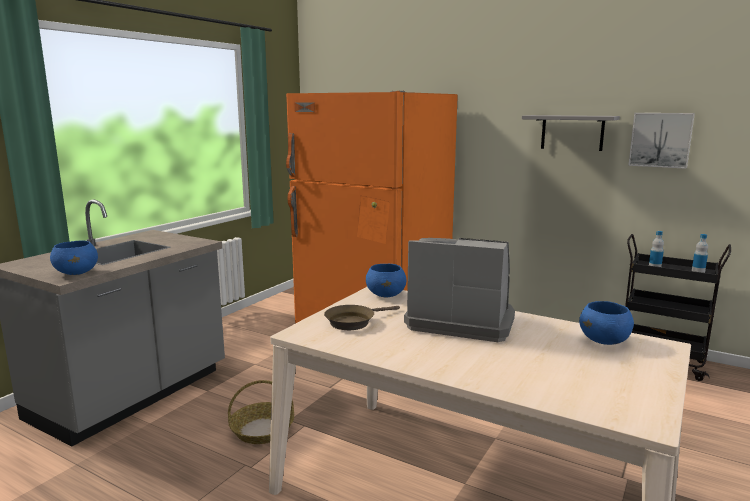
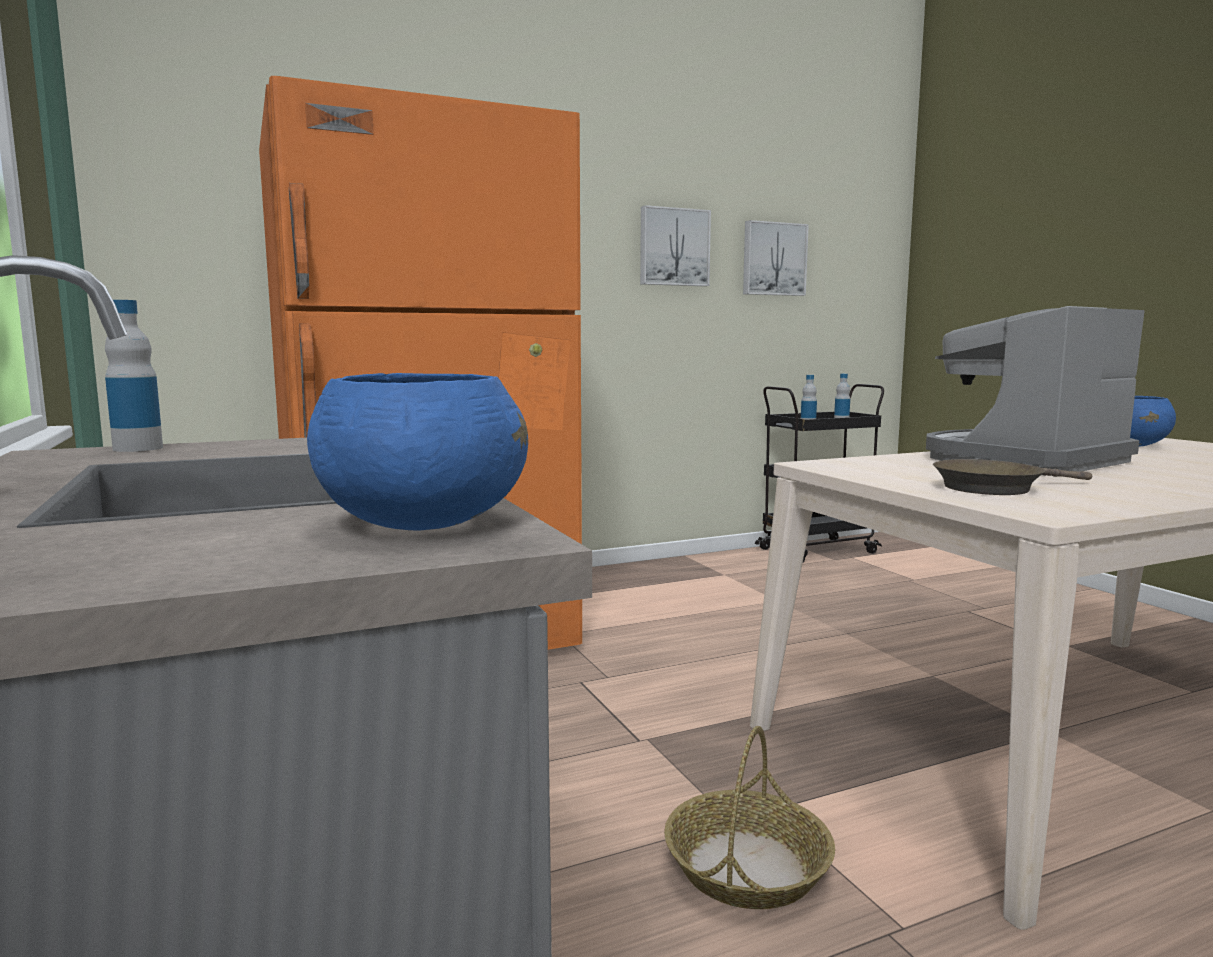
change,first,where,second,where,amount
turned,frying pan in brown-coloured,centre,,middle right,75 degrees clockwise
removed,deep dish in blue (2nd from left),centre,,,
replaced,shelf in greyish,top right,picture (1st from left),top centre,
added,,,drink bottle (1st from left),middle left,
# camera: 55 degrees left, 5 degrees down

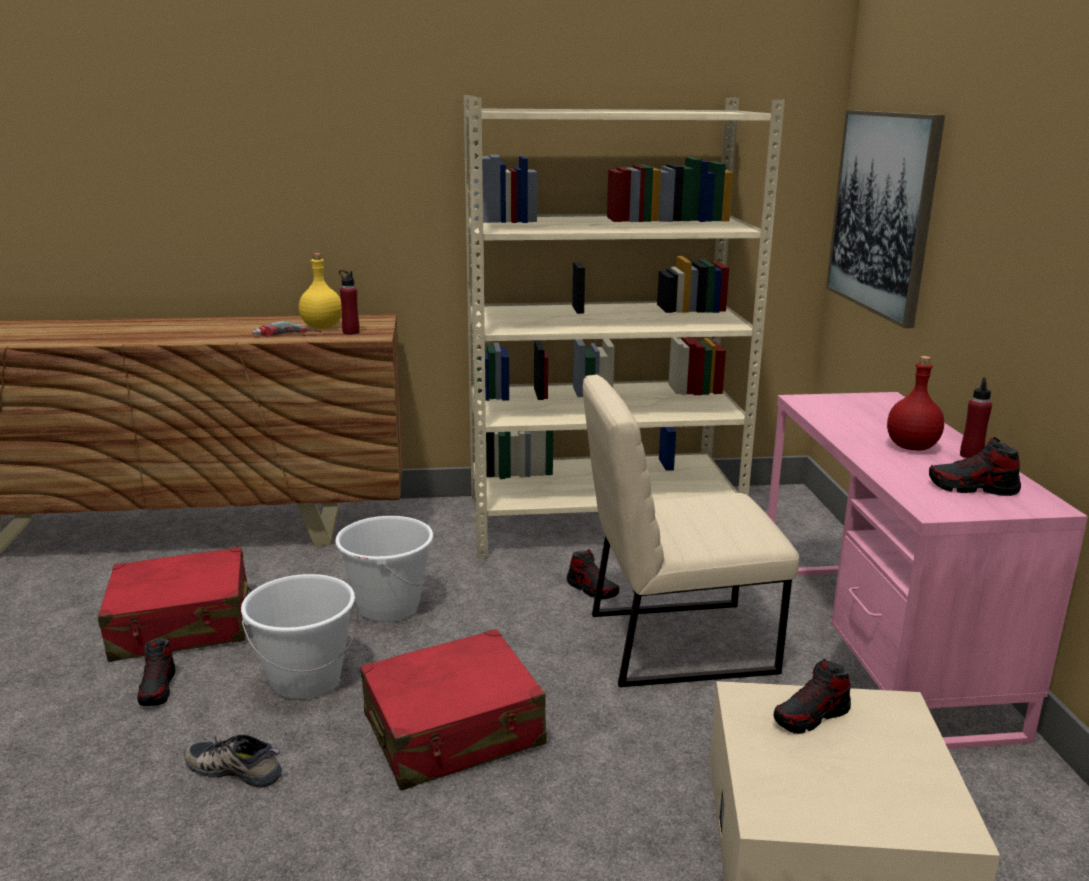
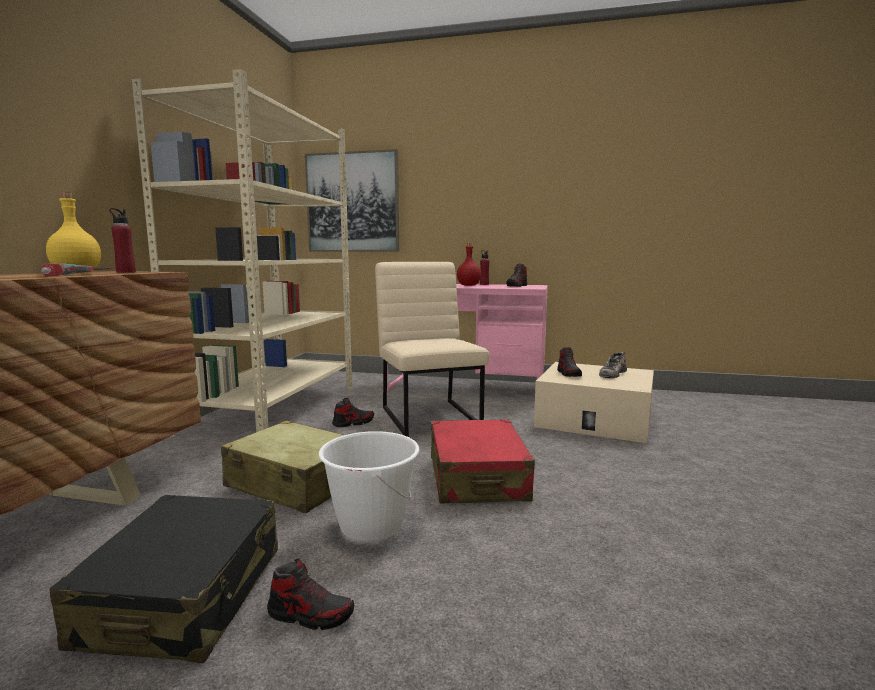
change,first,where,second,where,amount
recoloured,piece of luggage in red-coloured (1st from left),bottom left,piece of luggage in black-coloured,bottom left,
moved,low shoe (2nd from left in the first image),bottom left,low shoe (5th from left),middle right,
replaced,water bucket in whitish (2nd from left),centre,piece of luggage in sand-coloured,bottom left,
turned,plain chair in sand-coloured,centre,,centre,150 degrees clockwise
# camera: 70 degrees left, 10 degrees down

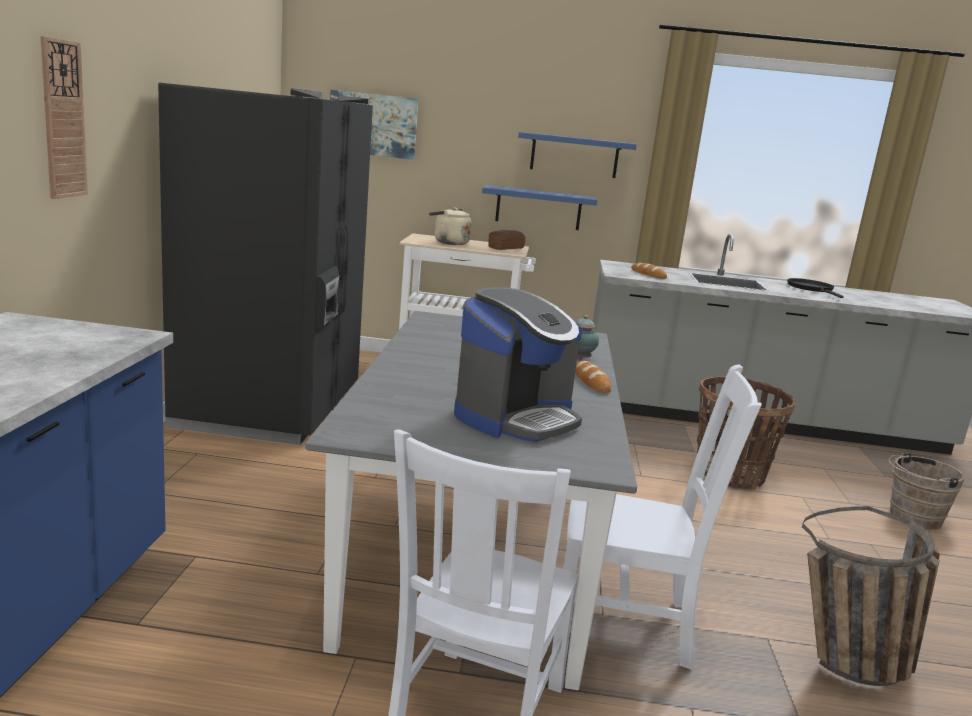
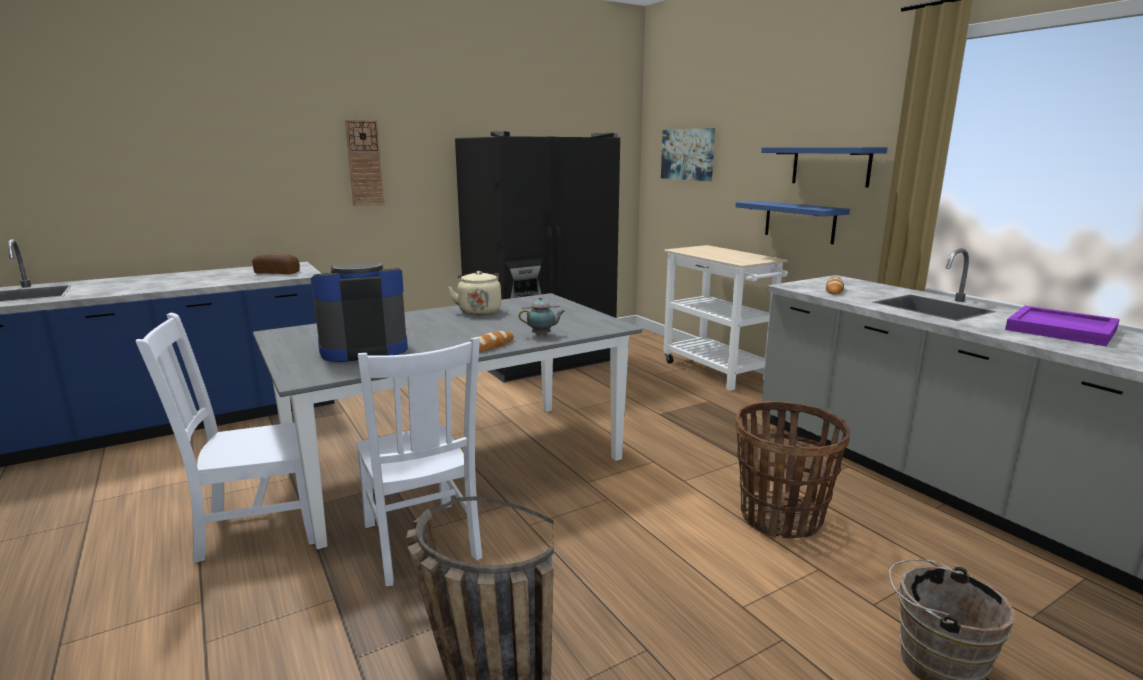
change,first,where,second,where,amount
moved,tea kettle in sand-coloured,top centre,,centre,
turned,coffee brewer,centre,,middle left,150 degrees clockwise
moved,bakery bread (1st from left),centre,,middle left,
replaced,frying pan in black-coloured,middle right,carrying tray in purple-coloured,middle right,
# camera: 55 degrees right, 0 degrees up

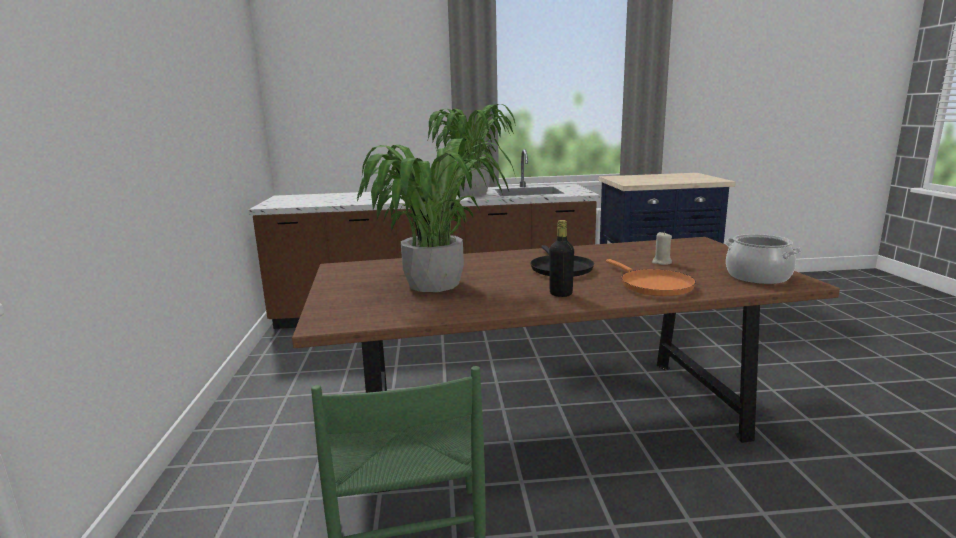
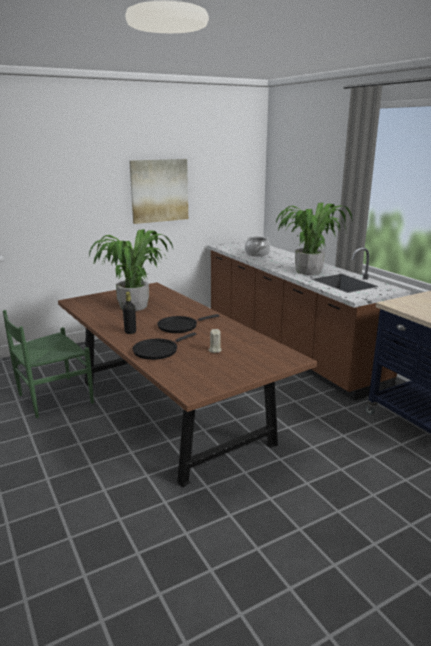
change,first,where,second,where,amount
recoloured,frying pan in orange,middle right,frying pan in black-coloured (1st from left),centre,
moved,saucepot,middle right,,centre,
added,,,picture,top centre,
# camera: 65 degrees right, 5 degrees up

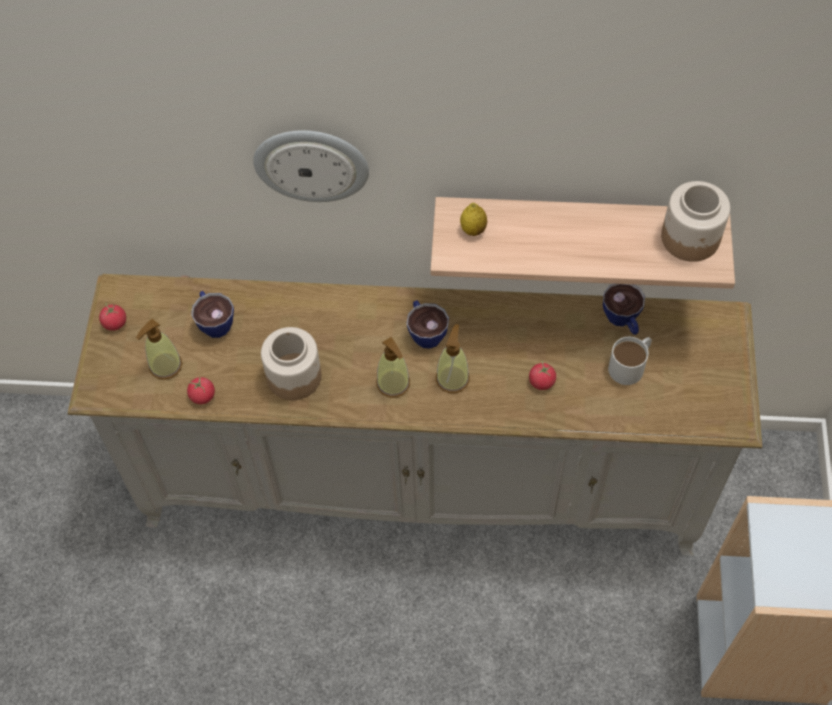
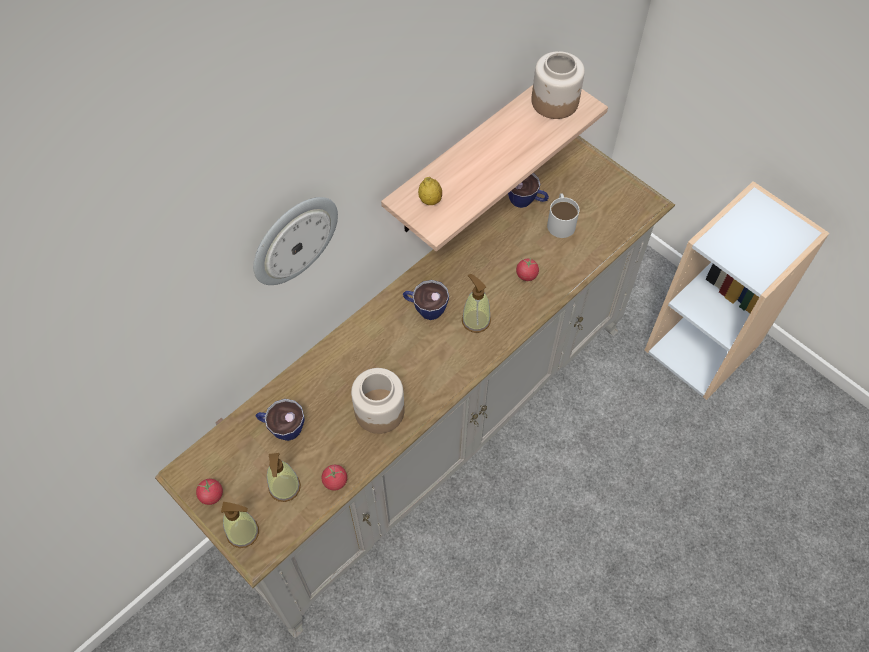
change,first,where,second,where,amount
moved,soap bottle (2nd from left in the first image),centre,soap bottle (1st from left),bottom left,
# camera: 50 degrees left, 0 degrees up

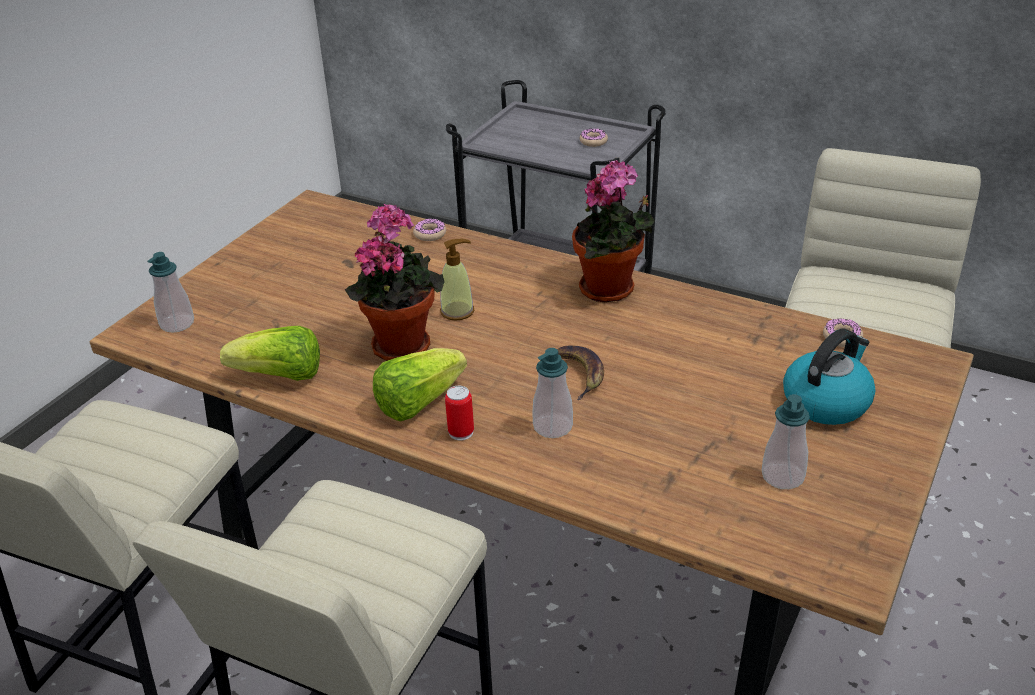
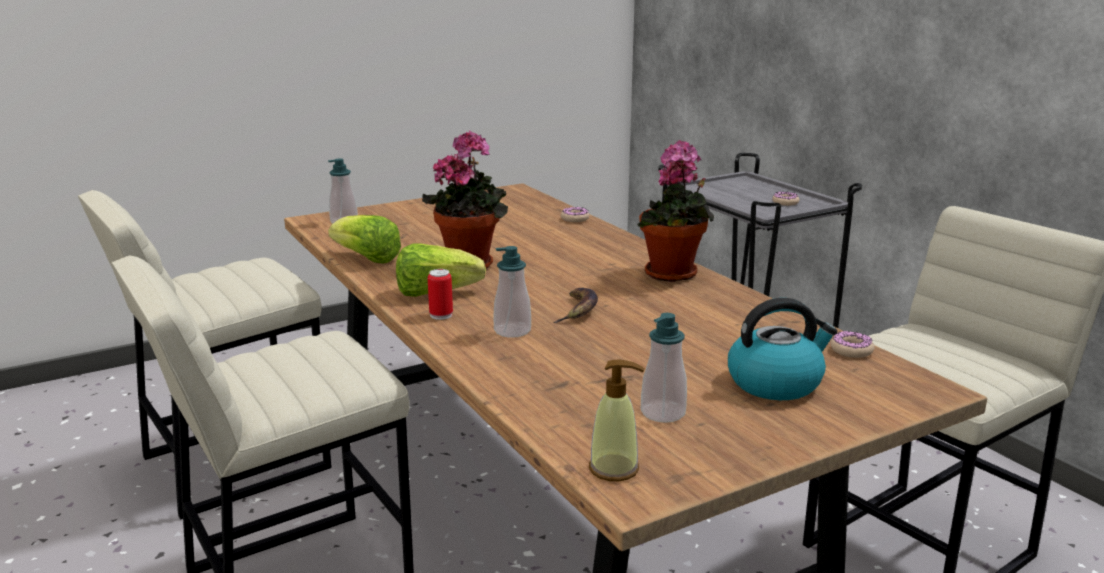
change,first,where,second,where,amount
moved,soap bottle (2nd from left in the first image),centre,soap bottle (3rd from left),bottom centre,
# camera: 30 degrees right, 15 degrees down

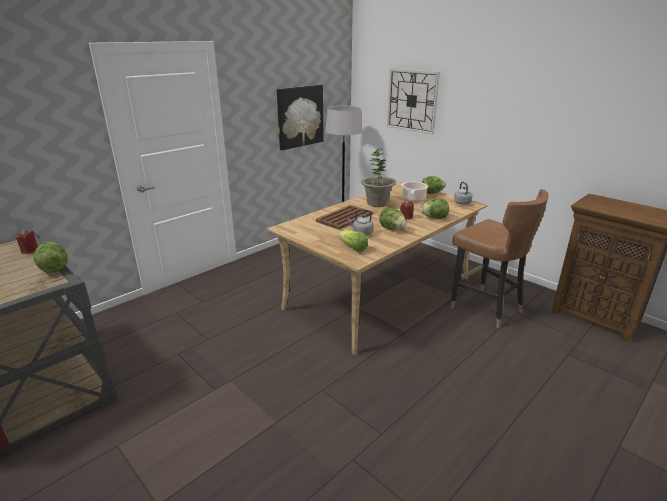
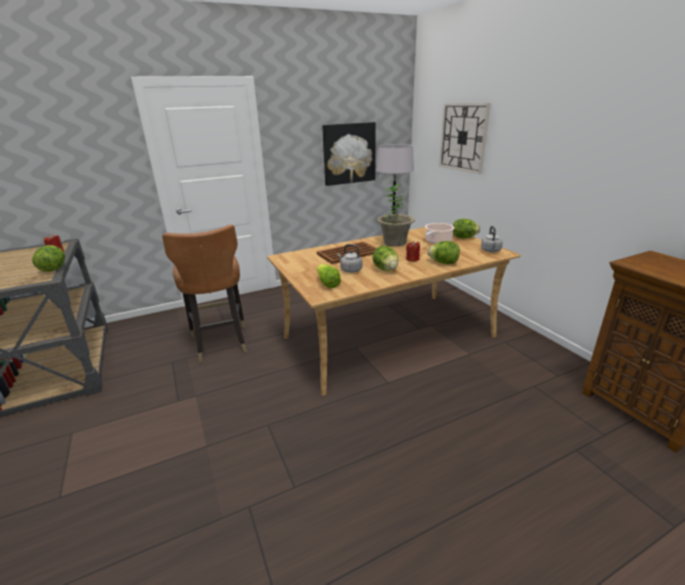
change,first,where,second,where,amount
moved,plain chair in brown-coloured,middle right,,middle left,
# camera: 20 degrees right, 0 degrees up

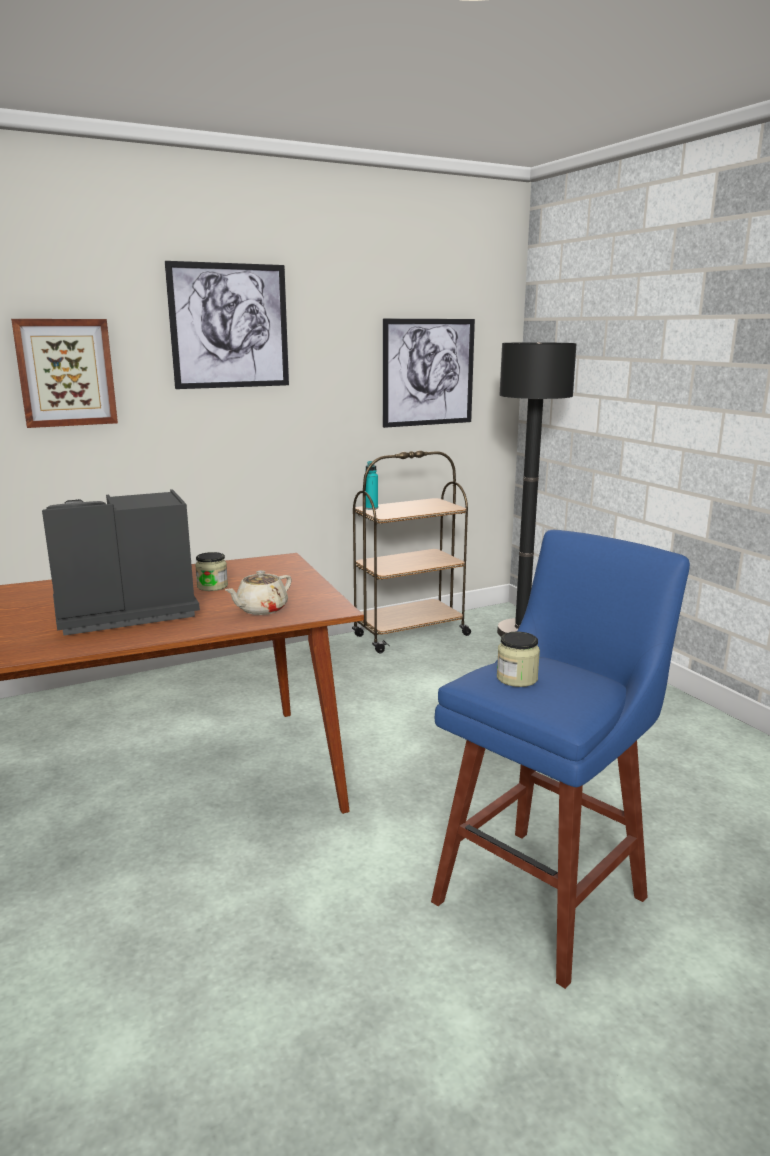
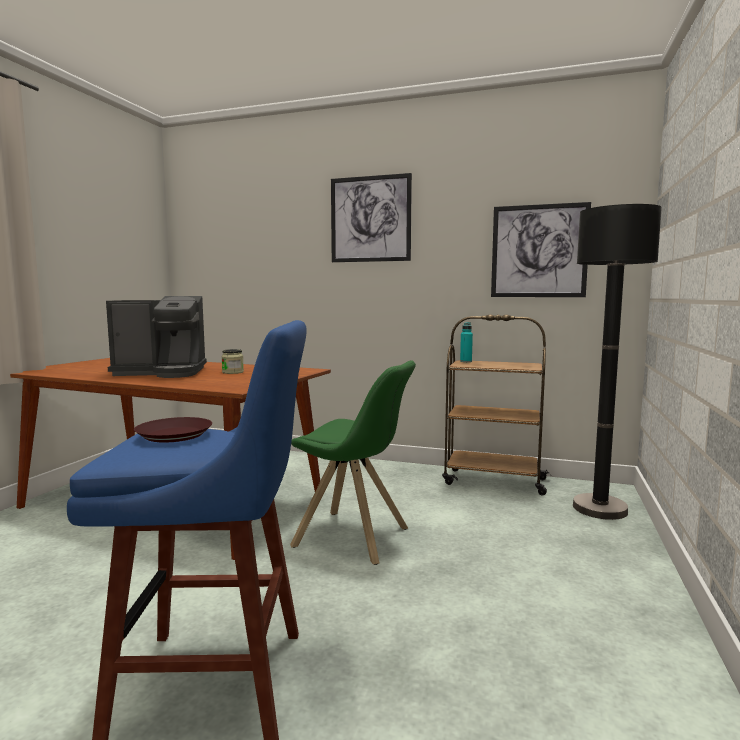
change,first,where,second,where,amount
removed,picture (1st from left),top left,,,
turned,coffee brewer,middle left,,middle left,150 degrees clockwise
removed,teapot in sand-coloured,centre,,,
replaced,preserve jar (2nd from left),middle right,dinner plate in brown-coloured,middle left,
added,,,plain chair in green-coloured,centre,
# camera: 45 degrees right, 10 degrees down

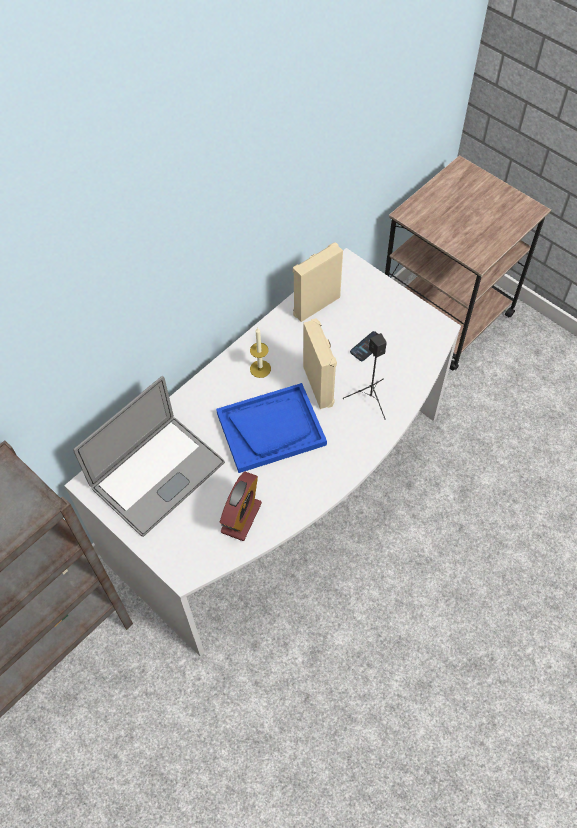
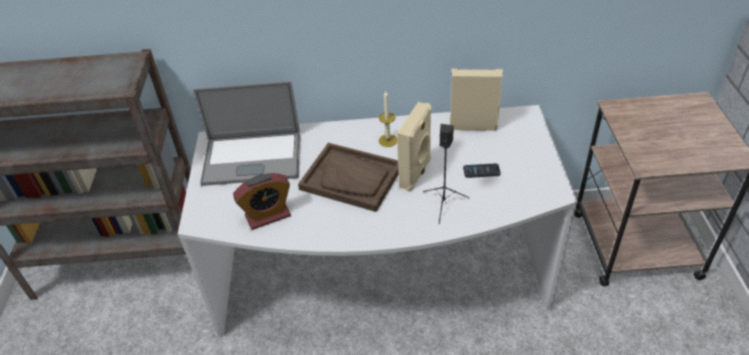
change,first,where,second,where,amount
recoloured,carrying tray in blue,centre,carrying tray in brown-coloured,centre,
# camera: 45 degrees right, 15 degrees down

